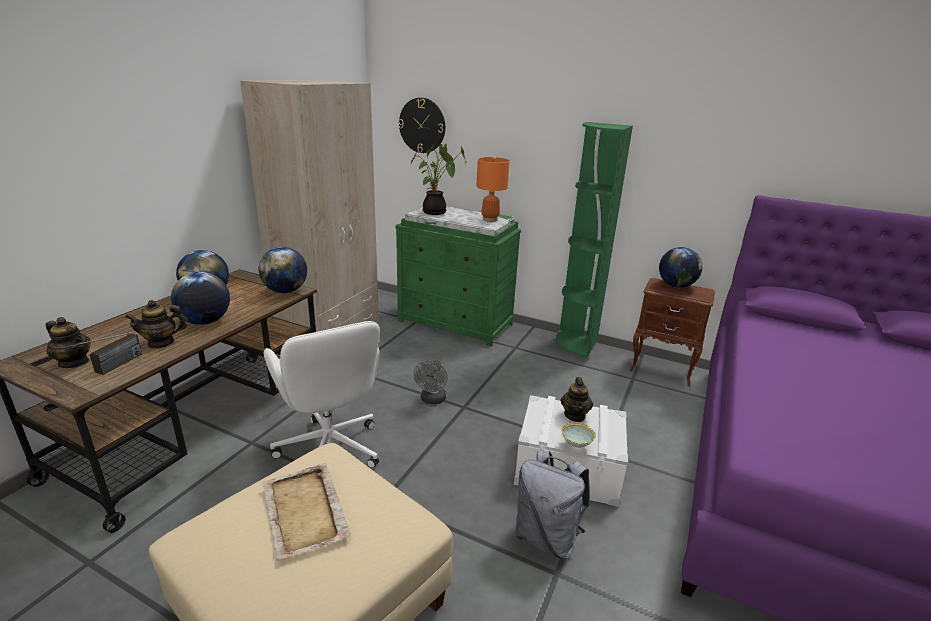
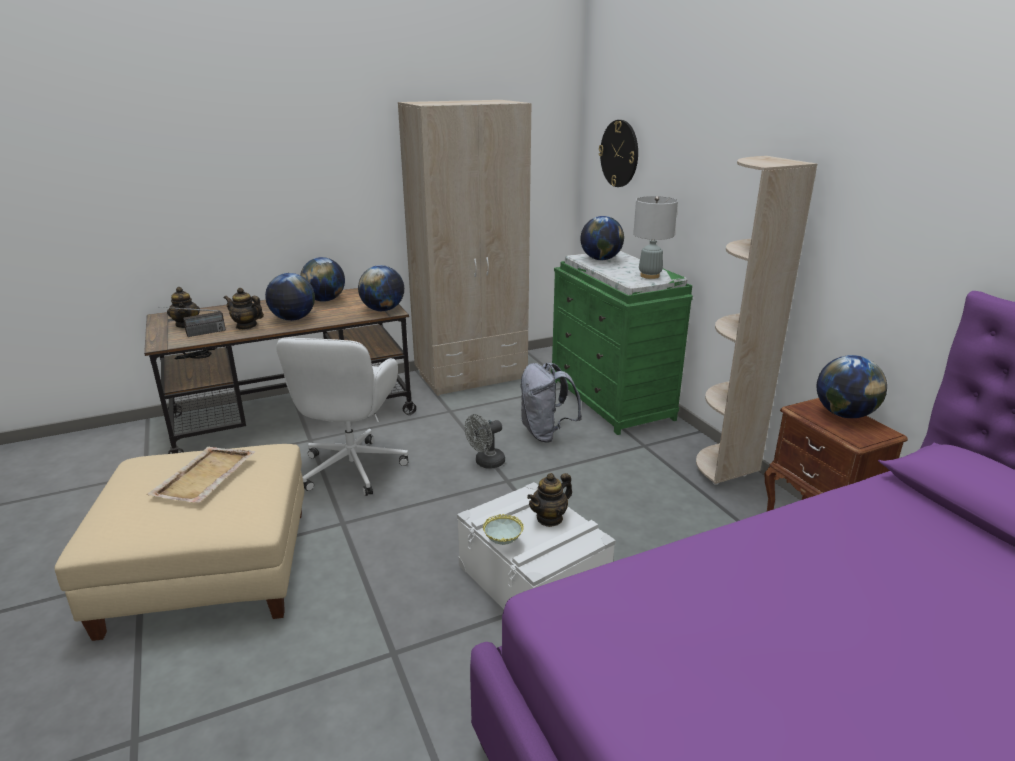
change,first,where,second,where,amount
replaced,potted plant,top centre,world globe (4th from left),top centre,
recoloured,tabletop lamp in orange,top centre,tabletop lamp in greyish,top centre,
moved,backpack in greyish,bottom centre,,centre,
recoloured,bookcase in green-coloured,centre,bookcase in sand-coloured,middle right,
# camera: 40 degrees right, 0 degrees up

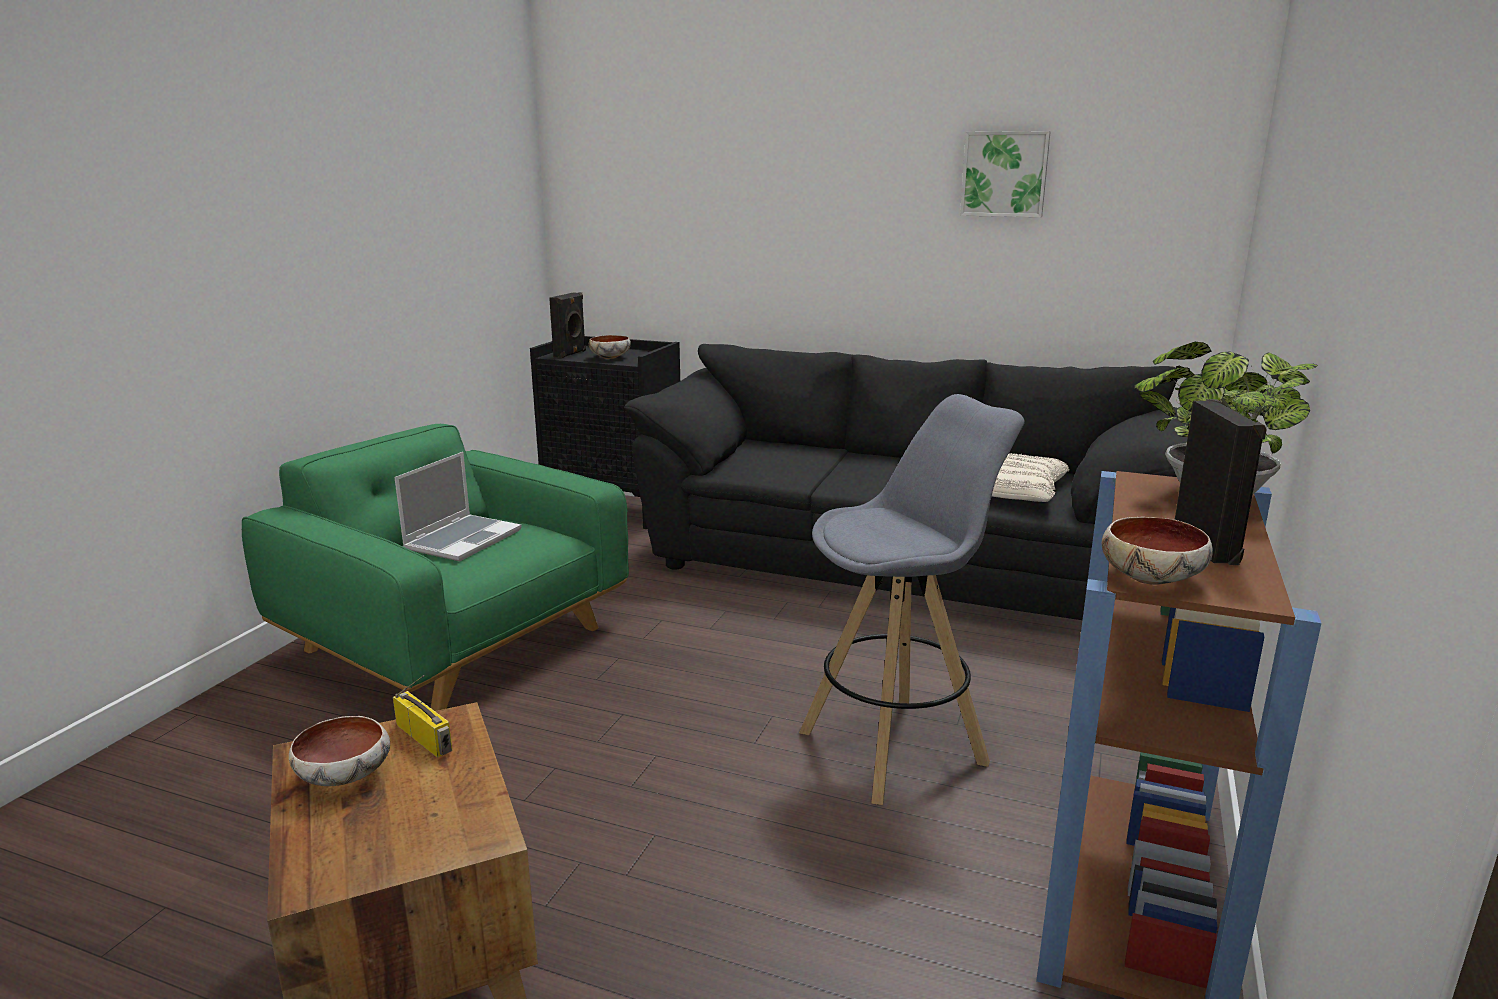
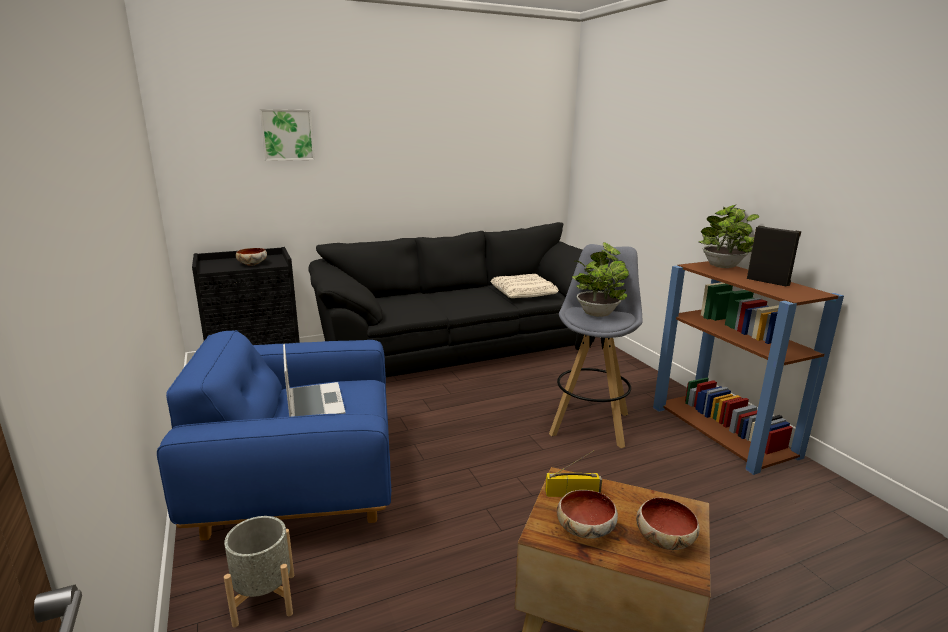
change,first,where,second,where,amount
recoloured,armchair in green-coloured,middle left,armchair in blue,bottom left,
removed,speaker in black-coloured (1st from left),top centre,,,
moved,picture,top right,,top left,
moved,deep dish (3rd from left),middle right,,bottom right,
added,,,planter in greyish,bottom left,
added,,,potted plant (1st from left),centre,
# camera: 45 degrees left, 0 degrees up

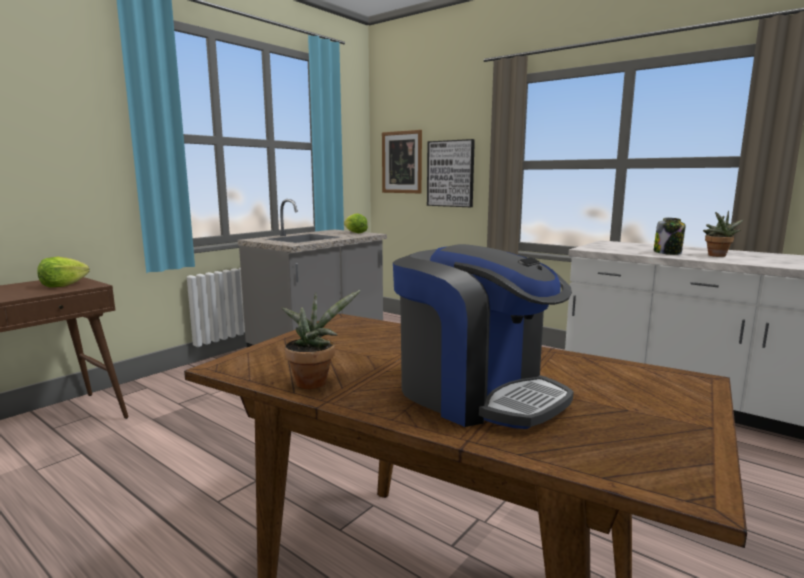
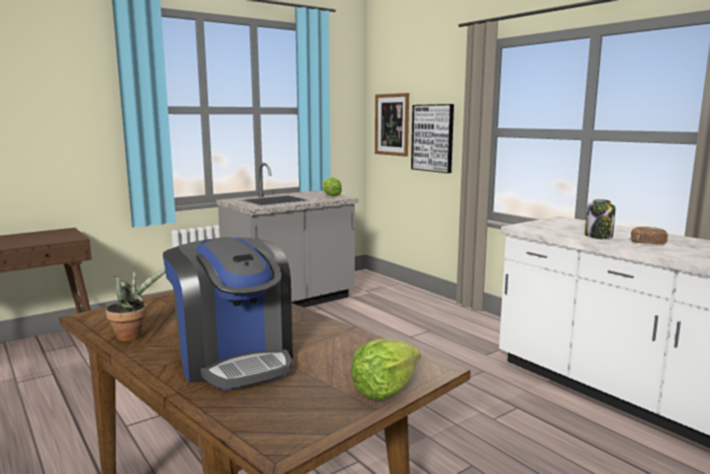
change,first,where,second,where,amount
moved,lettuce head (1st from left in the first image),middle left,lettuce head (2nd from left),bottom centre,
replaced,potted plant (2nd from left),middle right,bakery bread,middle right,
# camera: 15 degrees right, 0 degrees up

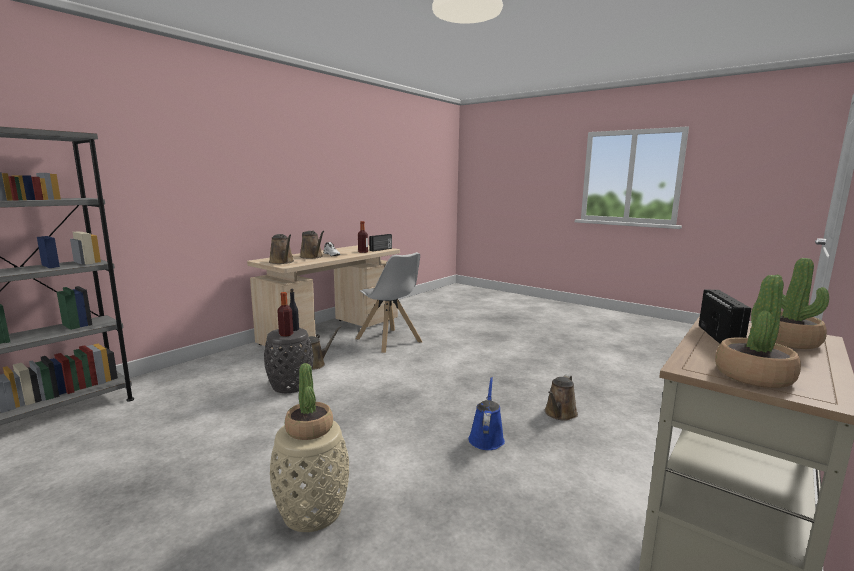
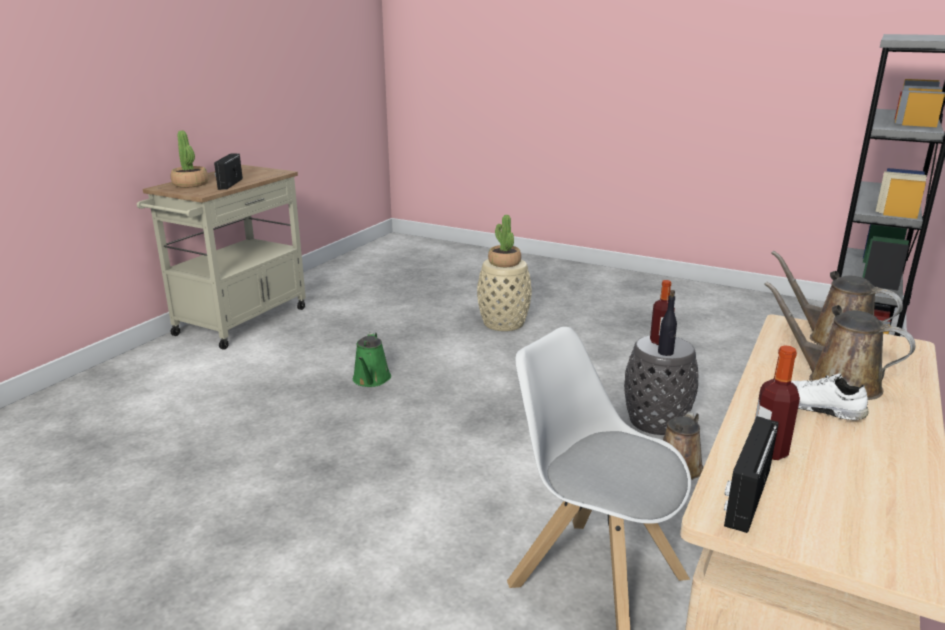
change,first,where,second,where,amount
recoloured,sprinkling can in blue,bottom centre,sprinkling can in green-coloured,centre,
removed,sprinkling can in brown-coloured (4th from left),bottom centre,,,
removed,potted plant (2nd from left),middle right,,,
# camera: 170 degrees right, 10 degrees up

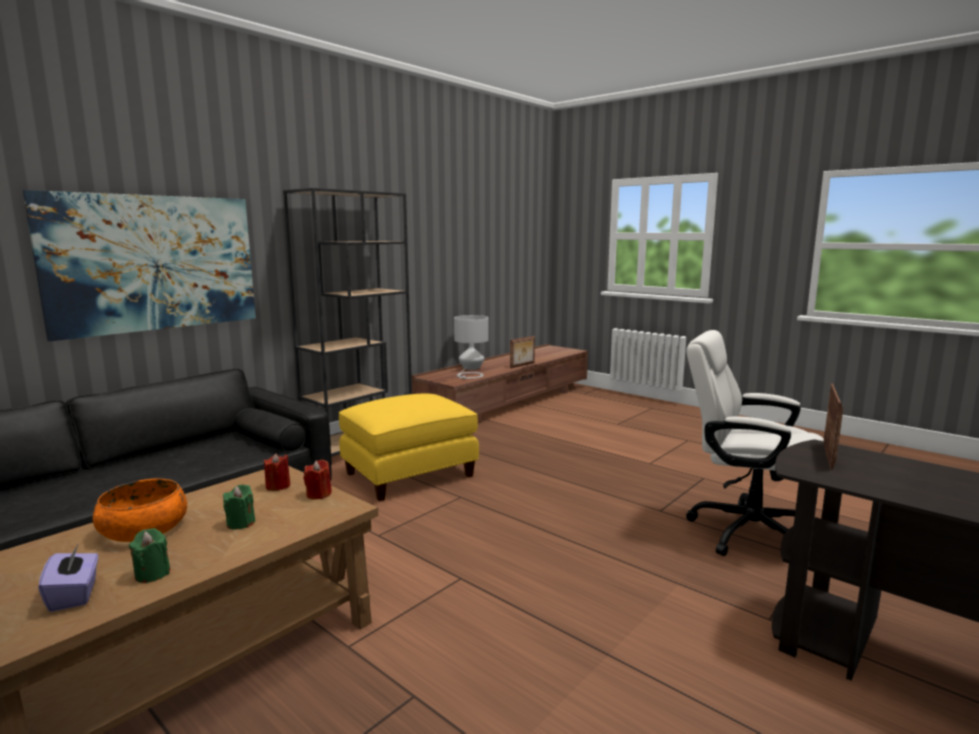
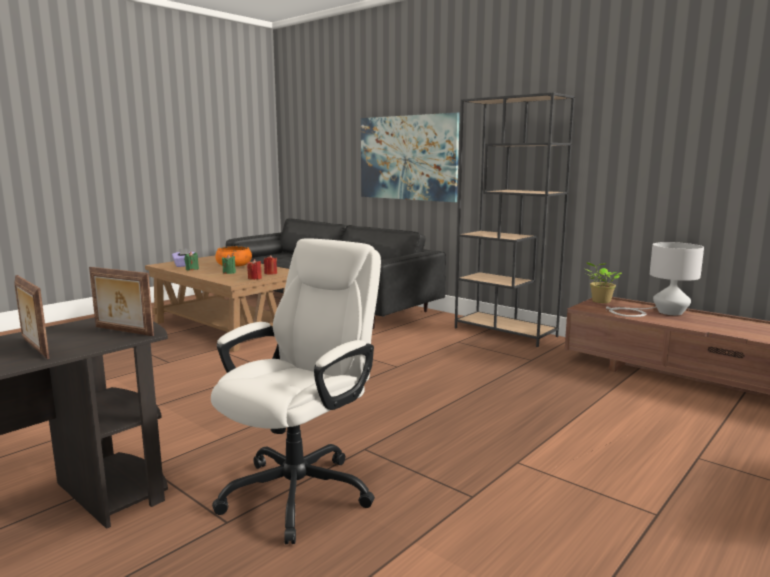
change,first,where,second,where,amount
removed,footrest in yellowish,centre,,,
moved,photo frame (1st from left),centre,,middle left,
added,,,potted plant,middle right,
# camera: 90 degrees right, 0 degrees up

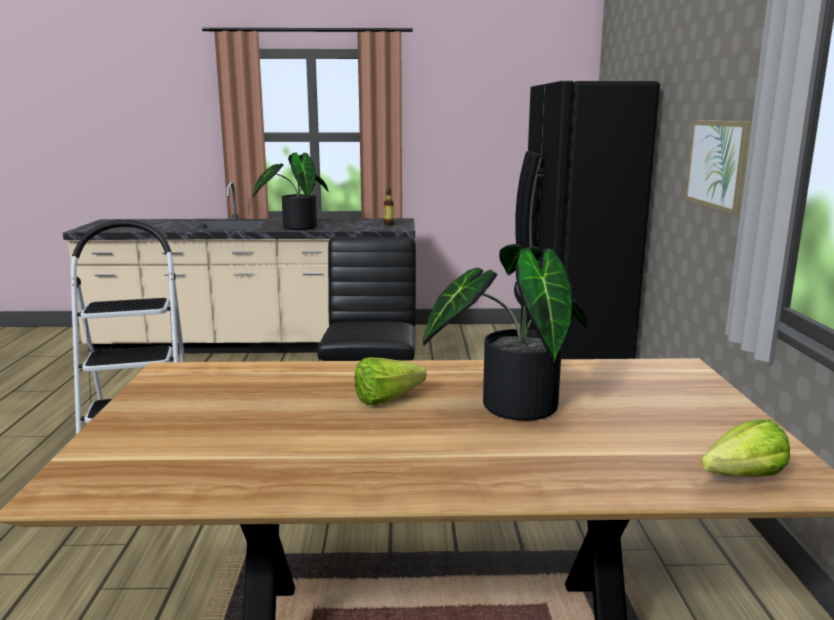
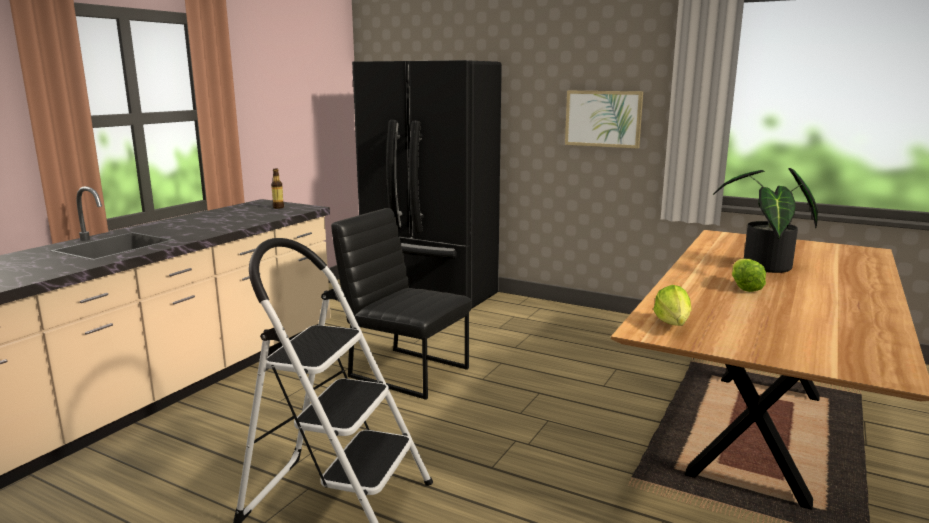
change,first,where,second,where,amount
removed,potted plant (1st from left),top centre,,,
moved,lettuce head (2nd from left in the first image),bottom right,lettuce head (1st from left),middle right,
# camera: 60 degrees left, 0 degrees up

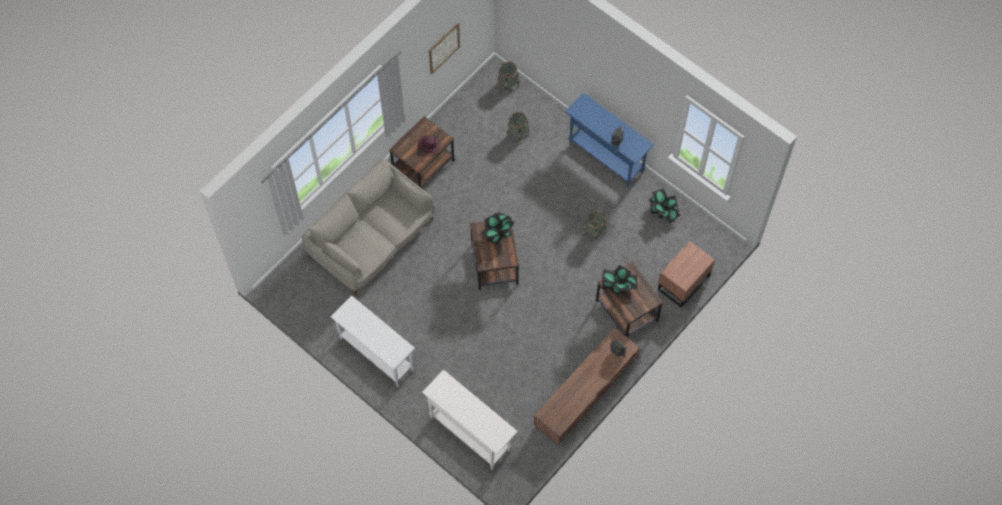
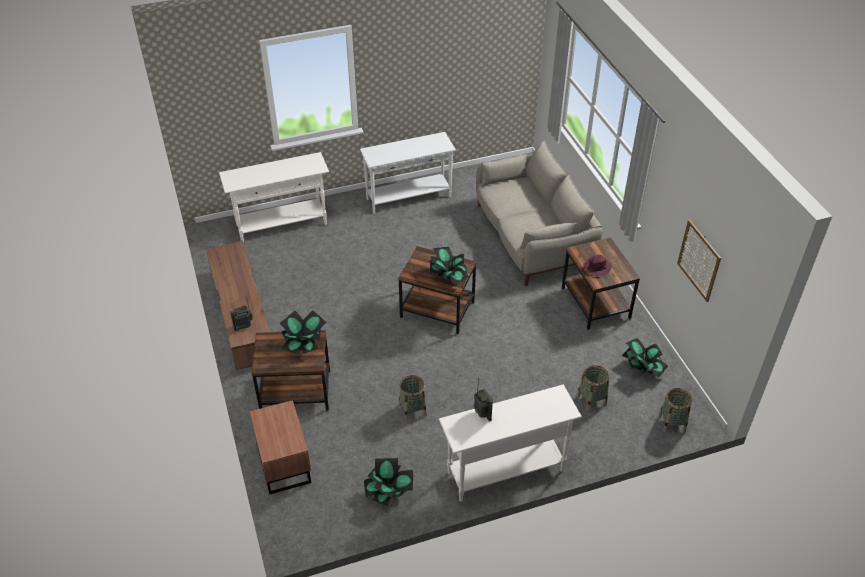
change,first,where,second,where,amount
recoloured,narrow table in blue,top centre,narrow table in whitish (3rd from left),bottom centre,
added,,,potted plant (4th from left),middle right,
# camera: 120 degrees right, 20 degrees down

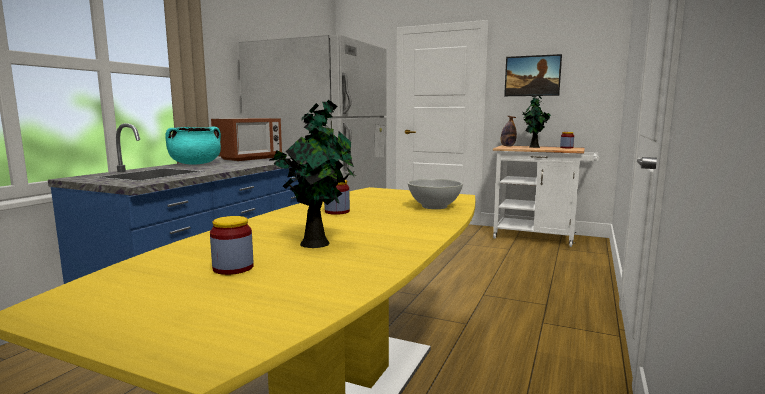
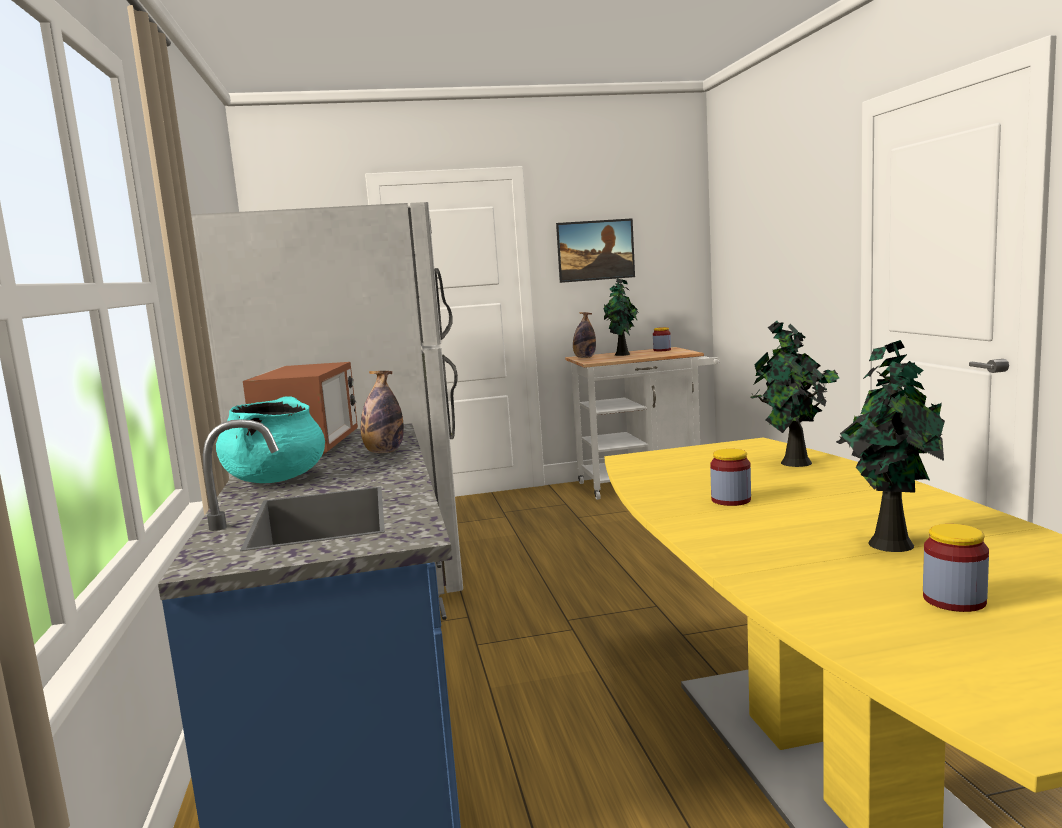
change,first,where,second,where,amount
replaced,deep dish in whitish,centre,potted plant (2nd from left),middle right,
added,,,drink bottle (1st from left),centre,
# camera: 35 degrees left, 0 degrees up

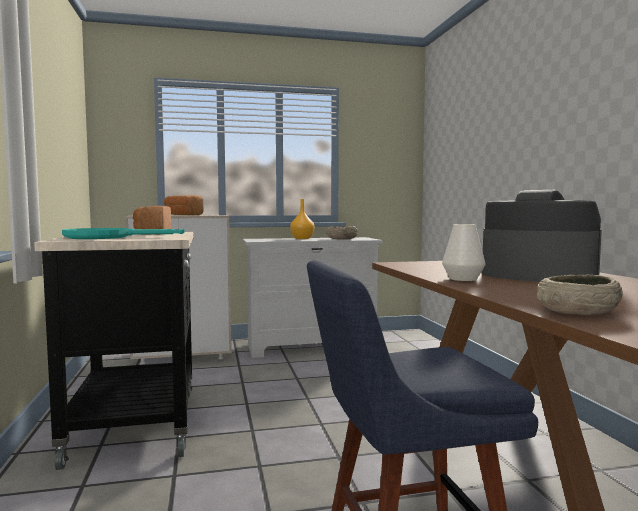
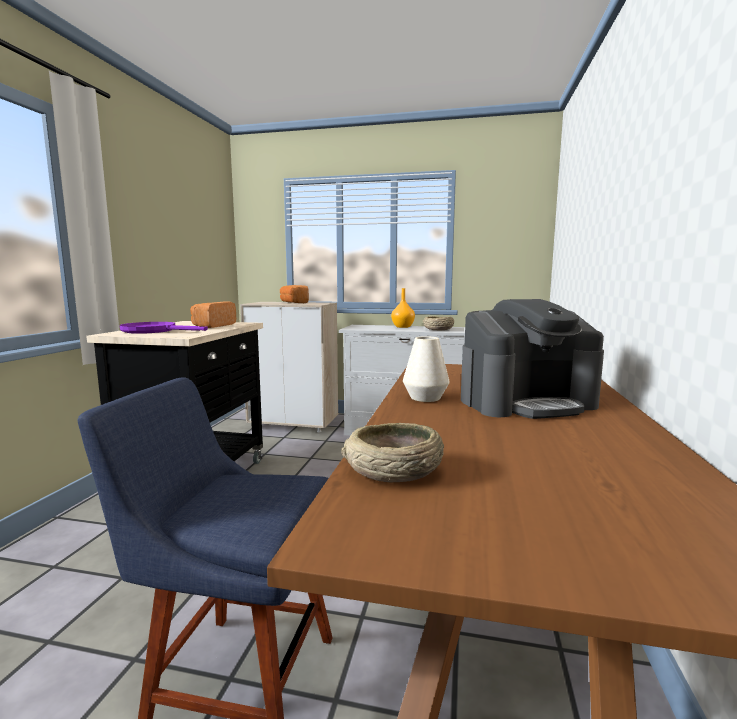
change,first,where,second,where,amount
recoloured,frying pan in turquoise-coloured,middle left,frying pan in purple-coloured,middle left,
turned,coffee brewer,middle right,,middle right,105 degrees clockwise
# camera: 25 degrees right, 5 degrees up

